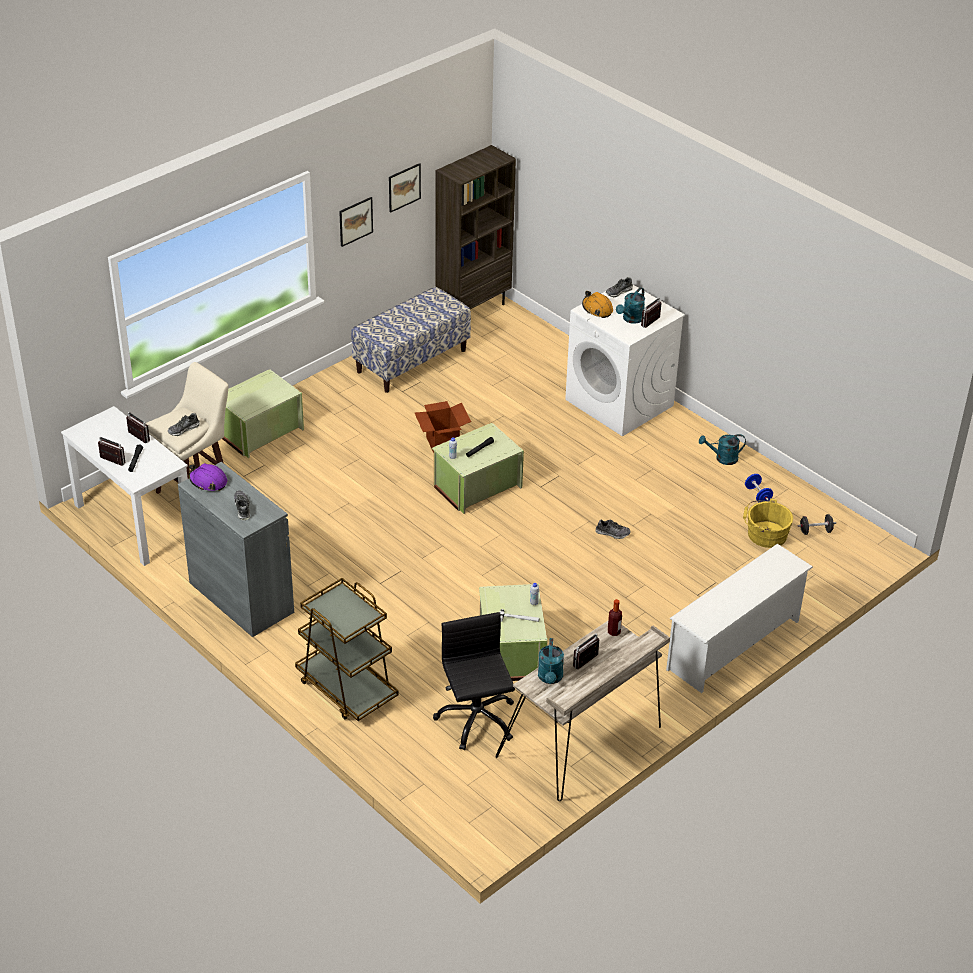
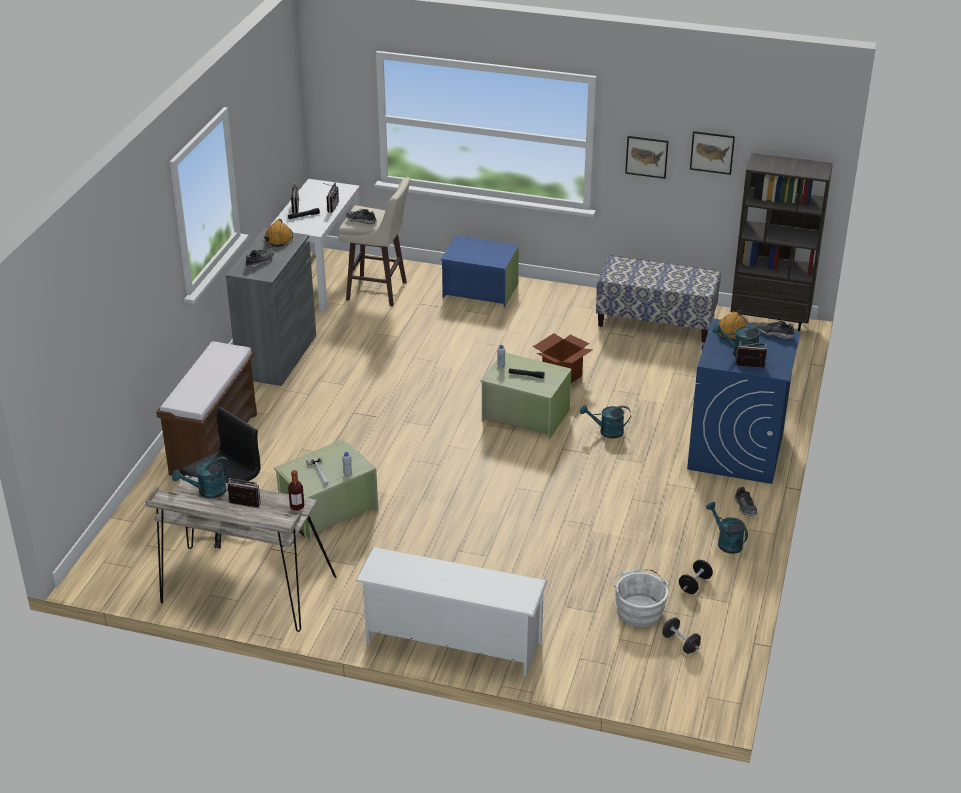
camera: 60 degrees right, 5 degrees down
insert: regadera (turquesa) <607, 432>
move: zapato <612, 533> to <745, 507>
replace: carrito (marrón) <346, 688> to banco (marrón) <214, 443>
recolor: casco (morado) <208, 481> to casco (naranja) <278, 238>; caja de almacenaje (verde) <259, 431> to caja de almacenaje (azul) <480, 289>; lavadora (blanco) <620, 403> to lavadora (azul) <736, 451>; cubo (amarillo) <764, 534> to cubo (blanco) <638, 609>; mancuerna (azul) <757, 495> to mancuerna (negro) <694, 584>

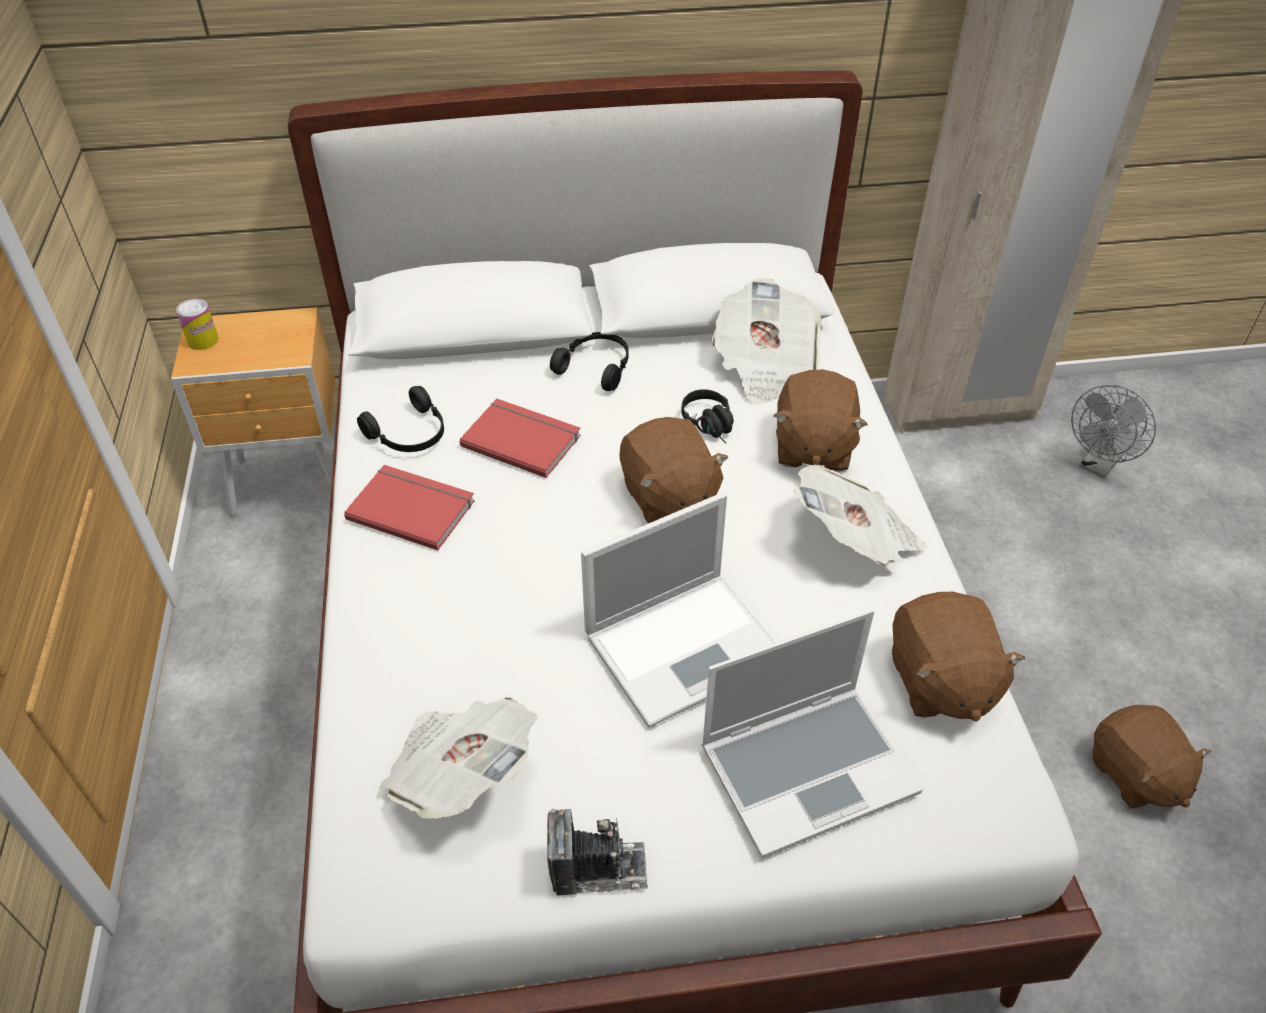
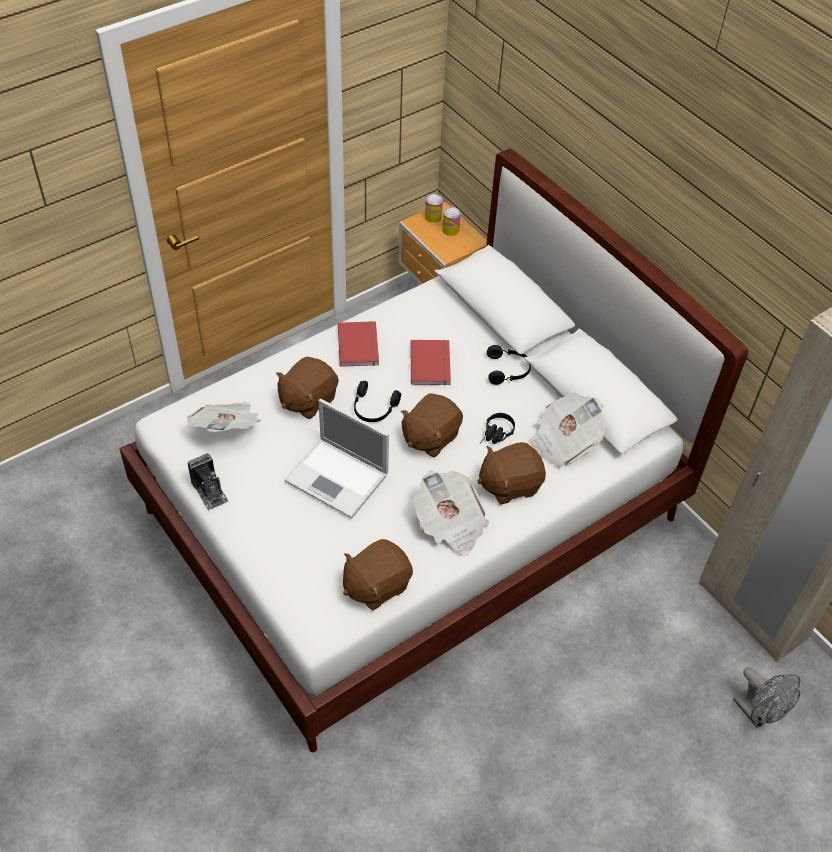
camera: 60 degrees right, 5 degrees up
delete: portátil <809, 767>
insert: lata <450, 230>
move: auriculares (negro) <410, 434> to <373, 409>; peluche (marrón) <1135, 774> to <307, 400>
rotate: ventilador (gris) <1098, 466> = <757, 714> 135 degrees counterclockwise

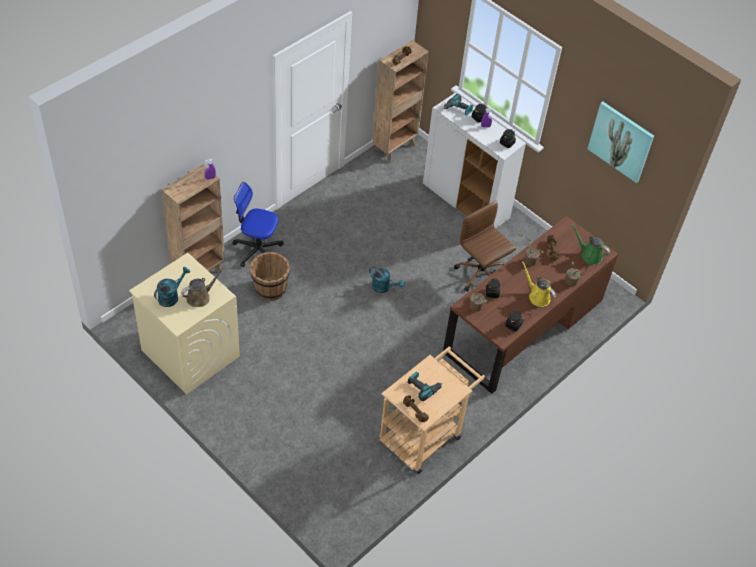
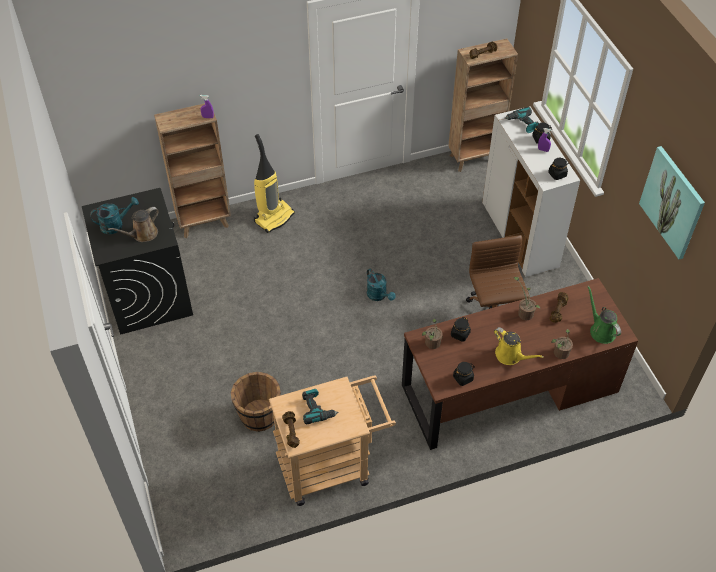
camera: 30 degrees right, 0 degrees up
move: cubo (marrón) <270, 288> to <259, 415>
replace: silla de oficina <257, 250> to aspiradora <274, 217>
recolor: lavadora (beis) <189, 353> to lavadora (negro) <148, 295>
rotate: regadera (marrón) <200, 297> = <142, 234> 150 degrees clockwise; regadera (amarillo) <537, 296> = <511, 356> 150 degrees clockwise

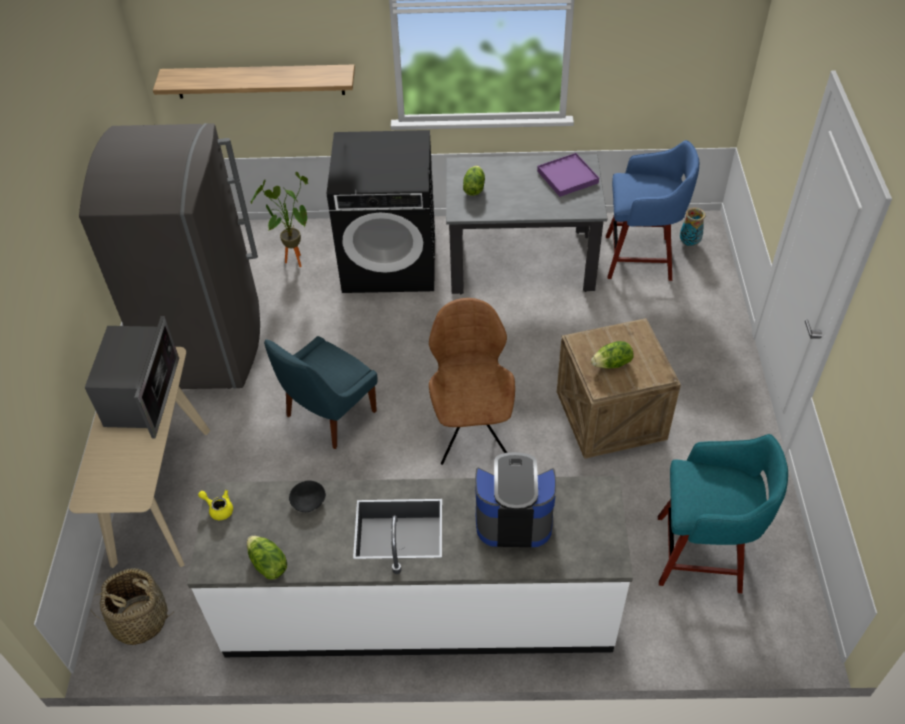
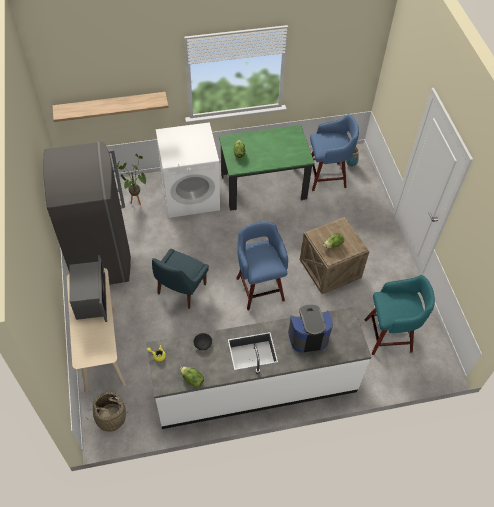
camera: 15 degrees left, 5 degrees up
delete: bandeja (morado) <567, 177>
replace: silla (marrón) <471, 431> to taburete (azul) <259, 287>
recolor: lavadora (negro) <390, 261> to lavadora (blanco) <191, 195>; mesa de comedor (gris) <521, 262> to mesa de comedor (verde) <263, 187>

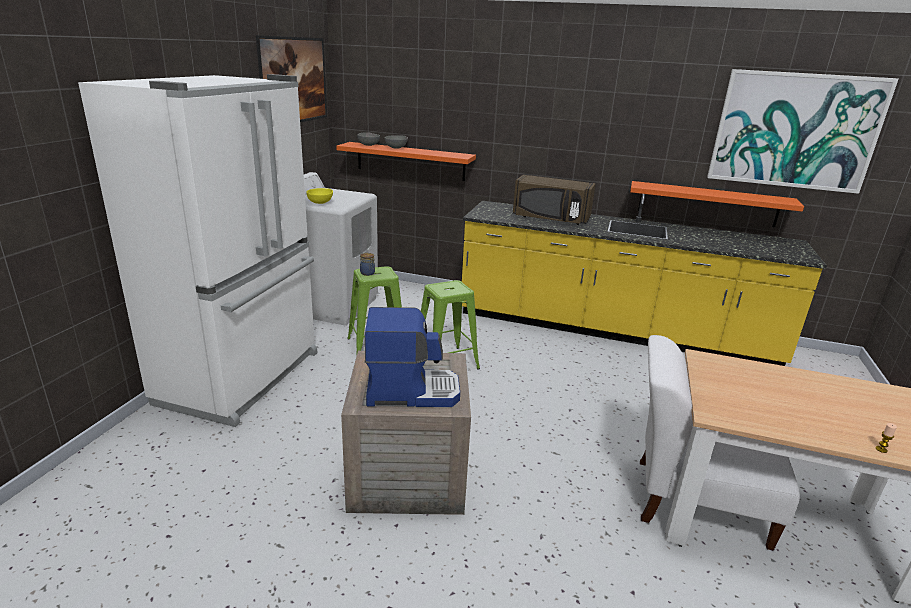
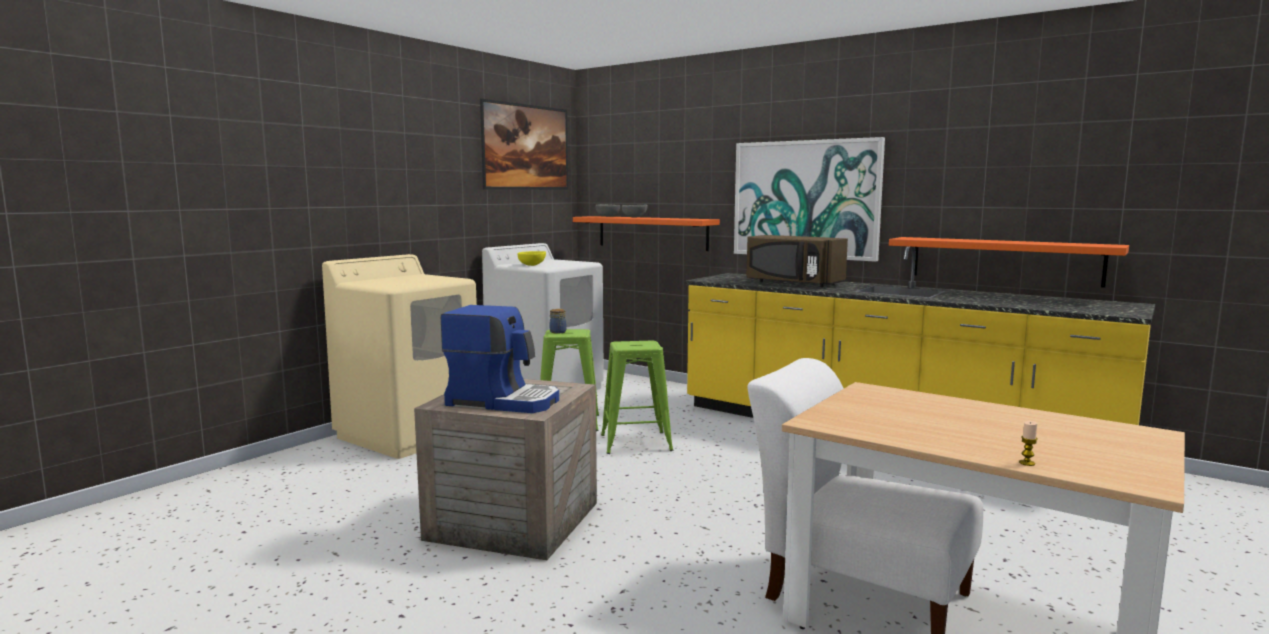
camera: 20 degrees right, 15 degrees down
move: cuadro <794, 131> to <805, 199>
replace: nevera (blanco) <243, 377> to lavadora (beis) <409, 434>

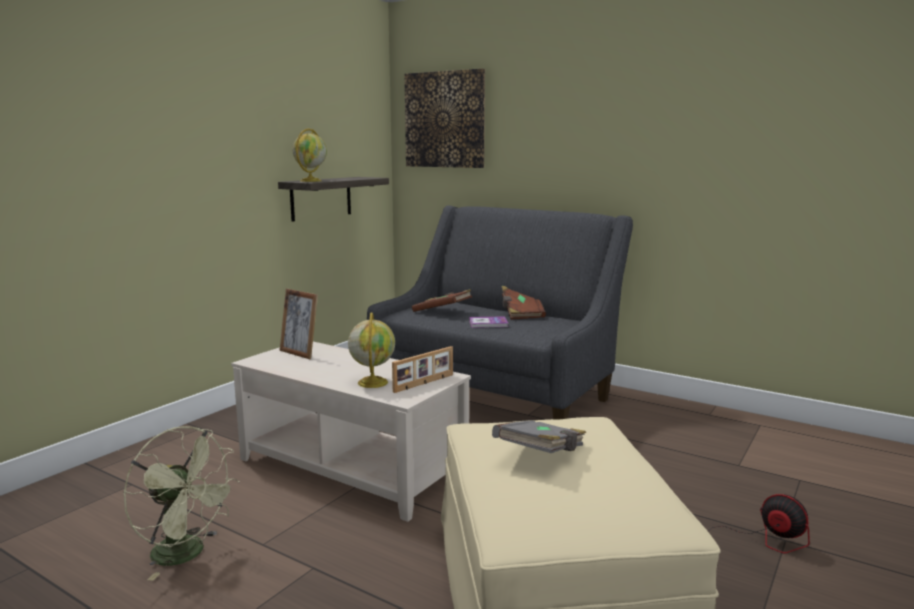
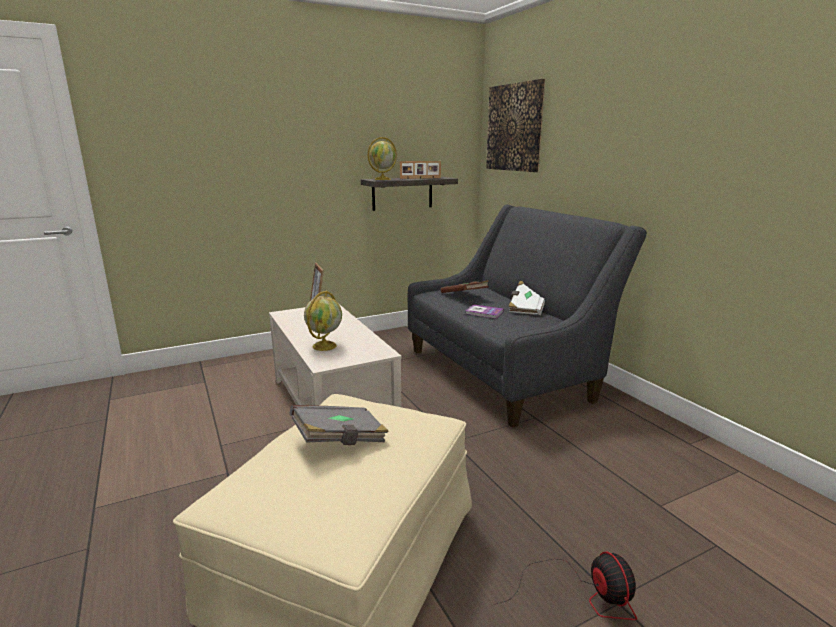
camera: 30 degrees right, 5 degrees up
delete: ventilador (verde) <187, 554>
move: portarretratos <424, 383> to <420, 178>
recolor: libro (marrón) <521, 313> to libro (blanco) <527, 307>

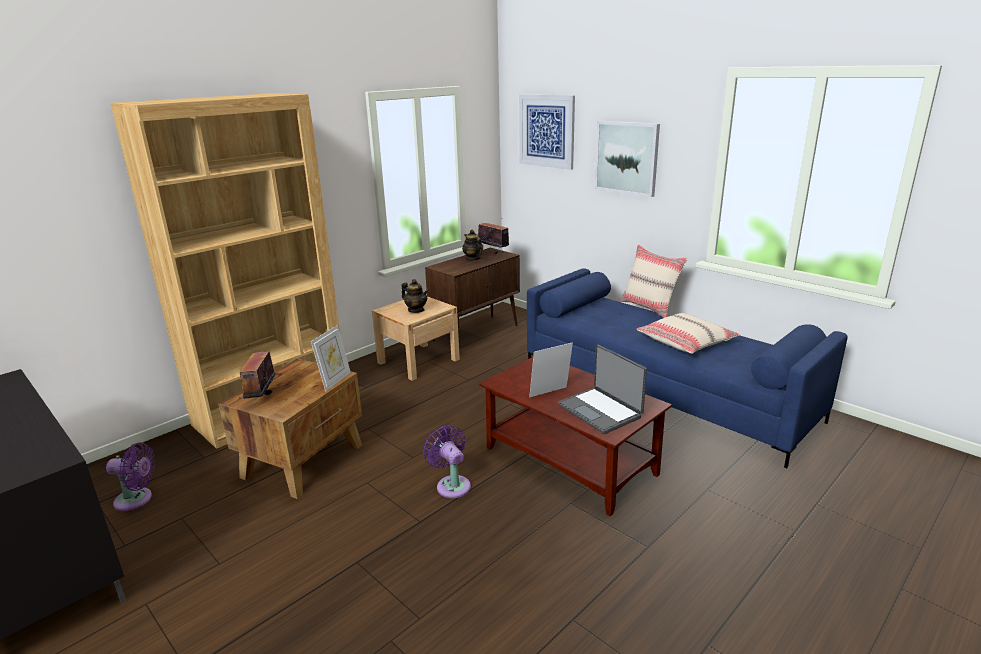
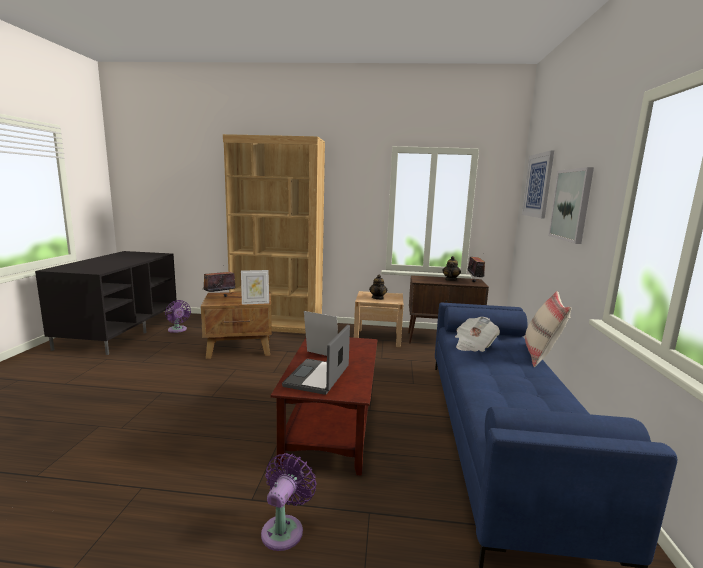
camera: 50 degrees right, 10 degrees down
delete: cojín (beis) <686, 342>
insert: periódico <473, 345>
move: ventilador (morado) <451, 485> to <284, 529>

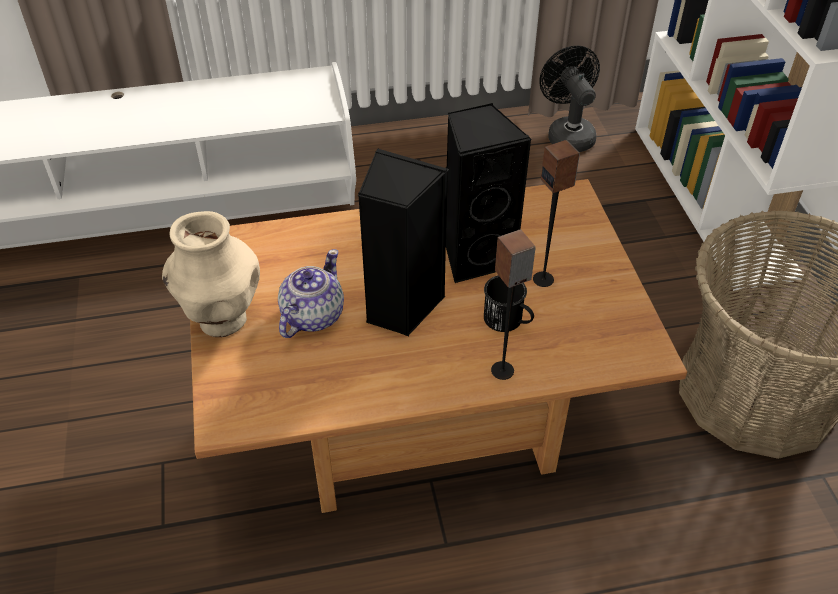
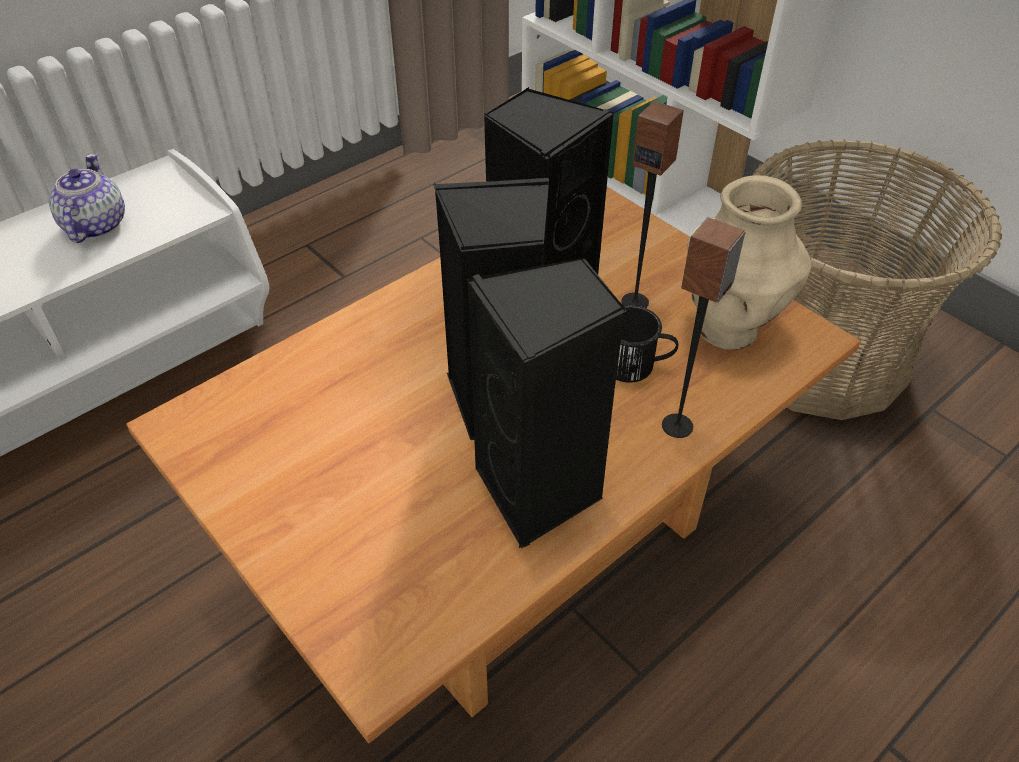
camera: 30 degrees left, 0 degrees up
delete: ventilador (negro) <567, 134>
insert: altavoz (negro) <541, 492>
move: florero (beis) <222, 321> to <727, 330>; tetera <311, 316> to <94, 226>

